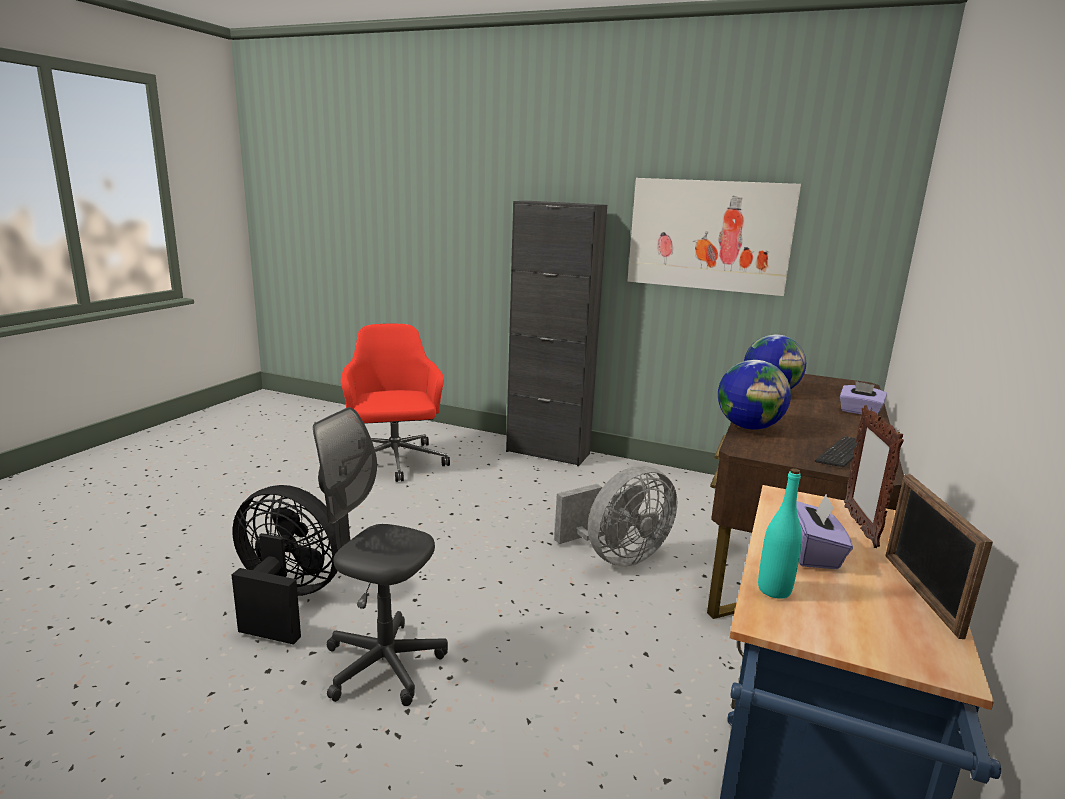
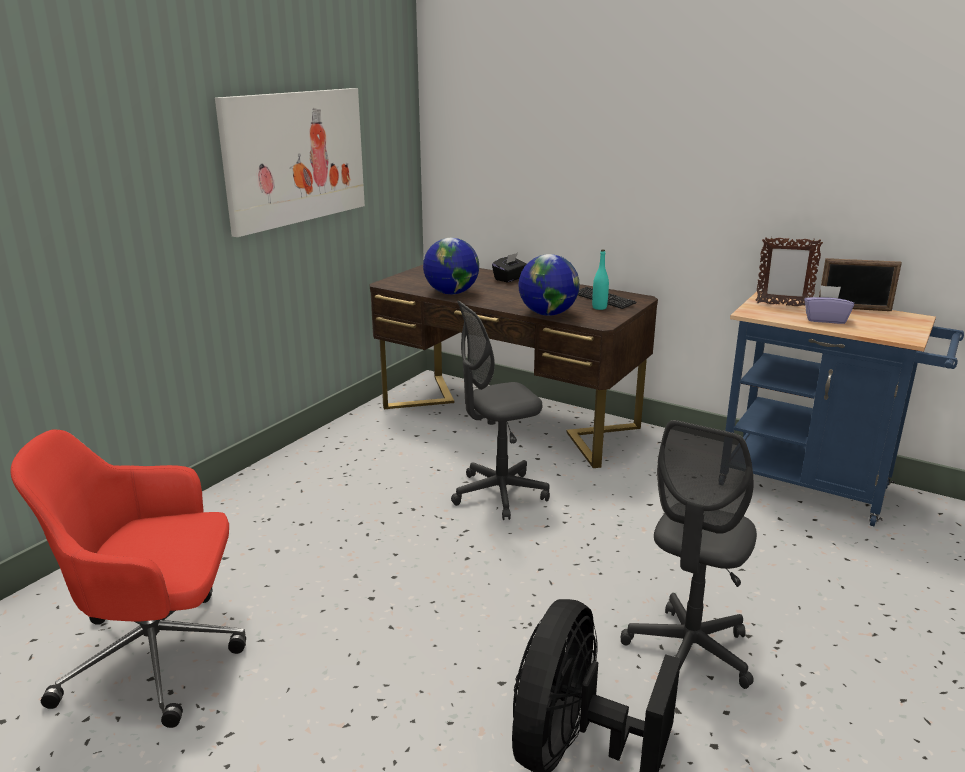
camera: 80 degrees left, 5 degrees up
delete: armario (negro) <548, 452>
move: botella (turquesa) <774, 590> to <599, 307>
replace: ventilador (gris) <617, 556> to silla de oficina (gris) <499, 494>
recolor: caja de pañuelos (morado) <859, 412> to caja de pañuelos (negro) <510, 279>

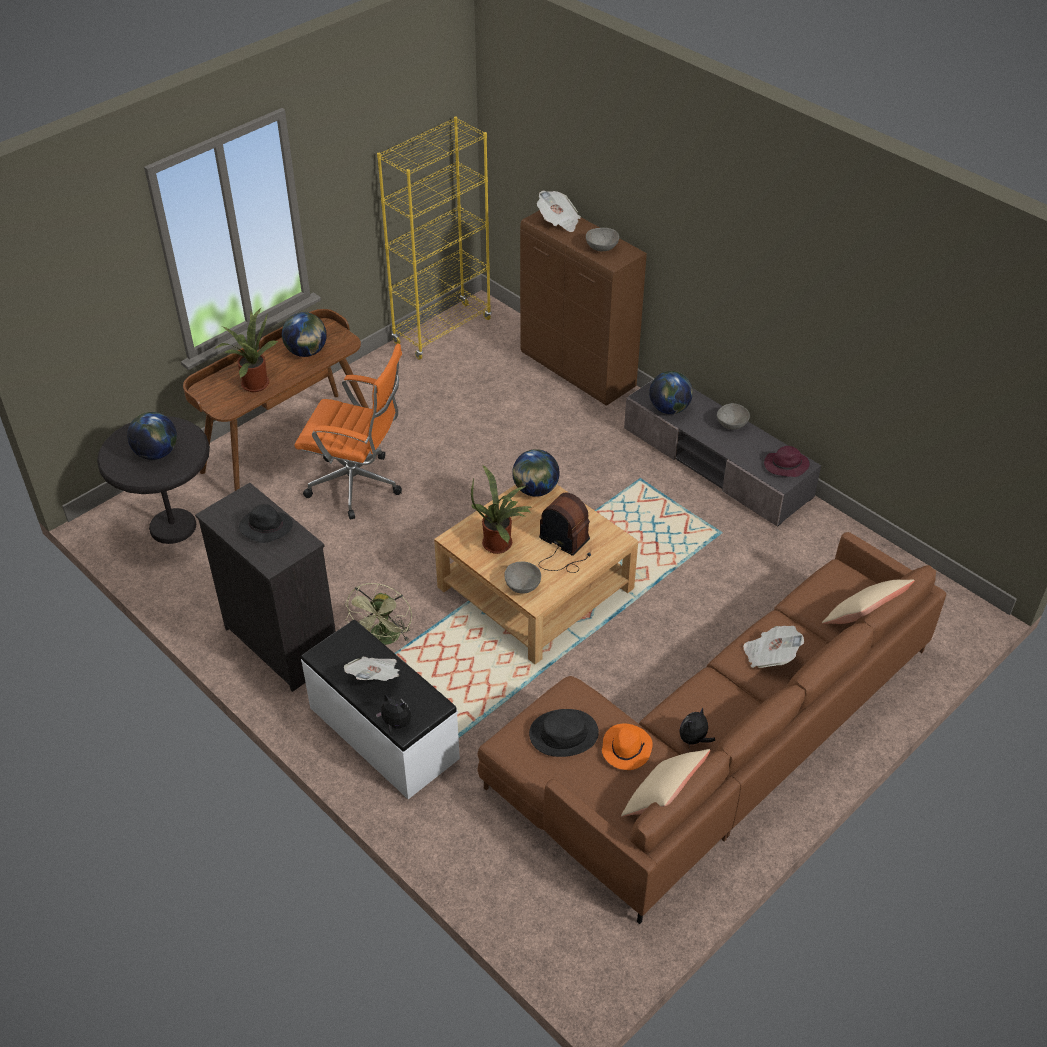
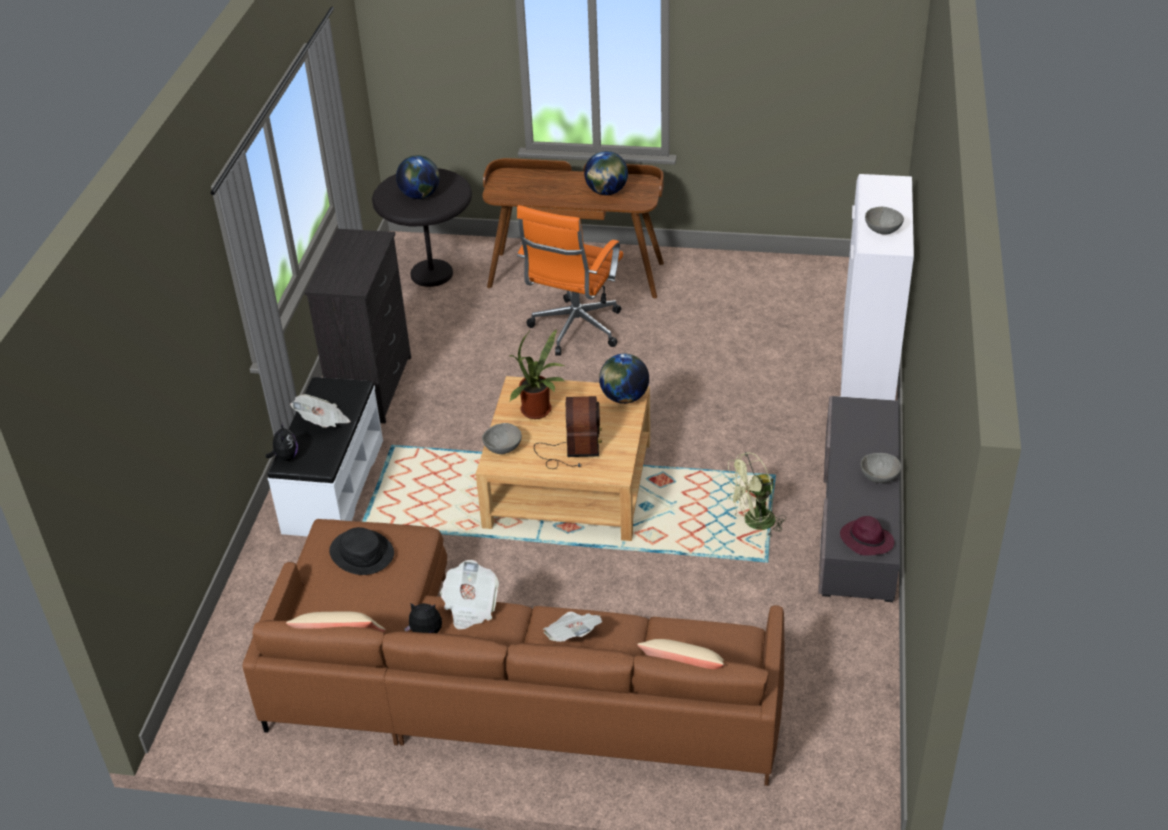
camera: 55 degrees right, 5 degrees down
delete: planta en maceta <253, 383>; sombrero (negro) <265, 528>; estantería (amarillo) <442, 331>; sombrero (naranja) <626, 748>; globo terráqueo <669, 408>
move: ventilador (verde) <384, 639> to <753, 523>; periódico <558, 221> to <470, 607>
recolor: armario (marrón) <578, 371> to armario (blanco) <867, 367>
rotate: silla de oficina (naranja) <359, 486> = <574, 331> 45 degrees clockwise

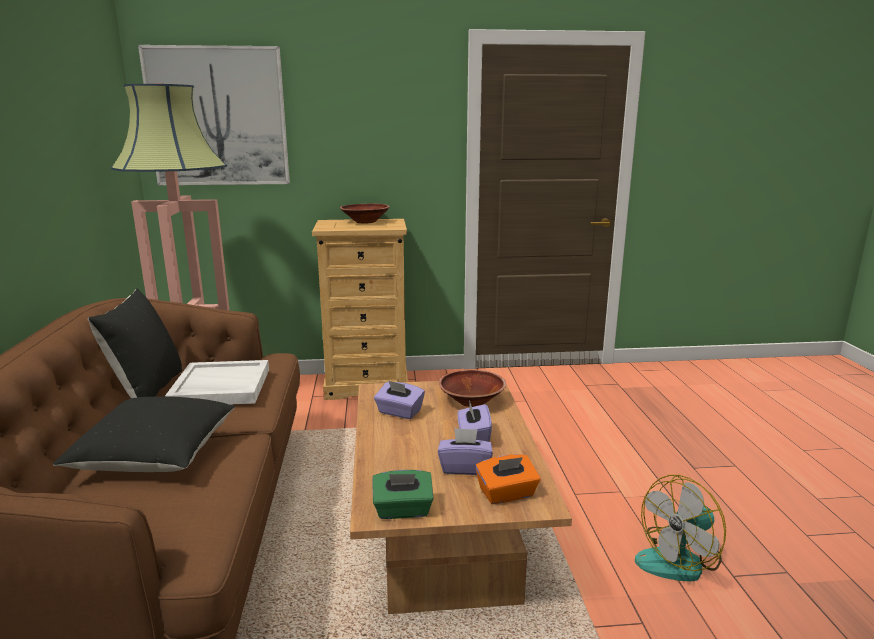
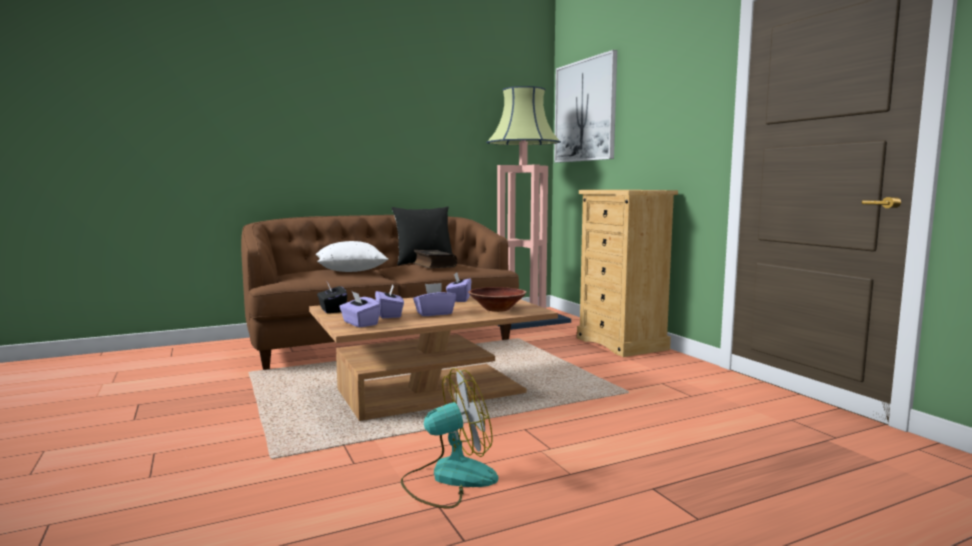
camera: 70 degrees right, 10 degrees down
delete: cuenco (marrón) <365, 222>
replace: bandeja (blanco) <220, 387> to libro <433, 265>
recolor: cojín (negro) <156, 457> to cojín (blanco) <351, 271>; caja de pañuelos (verde) <403, 510> to caja de pañuelos (negro) <332, 310>; caja de pañuelos (naranja) <507, 494> to caja de pañuelos (morado) <360, 323>
rotate: ventilador <679, 560> = <449, 478> 120 degrees clockwise

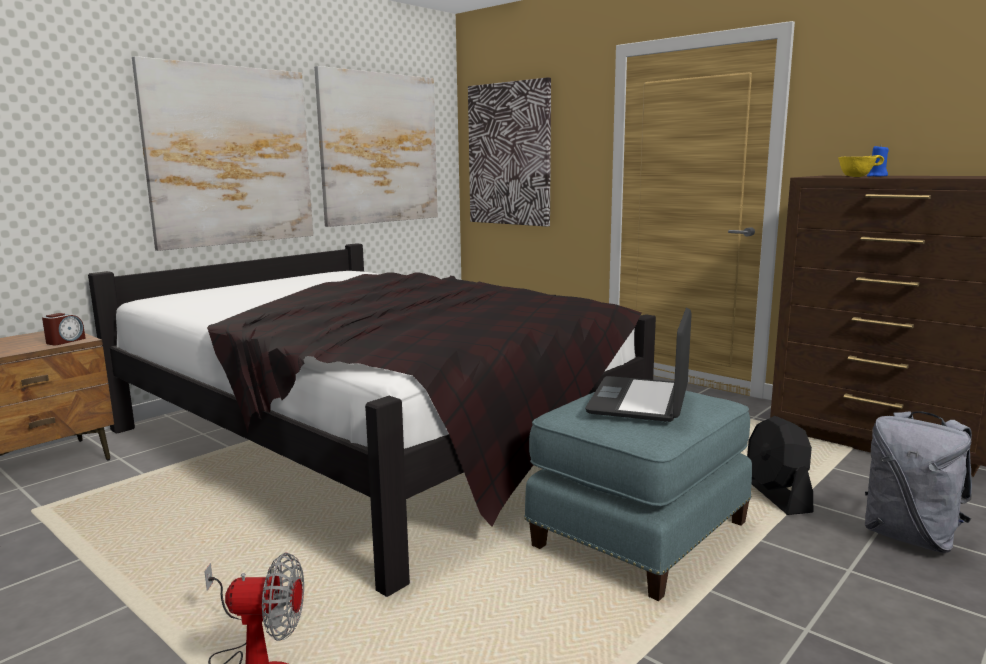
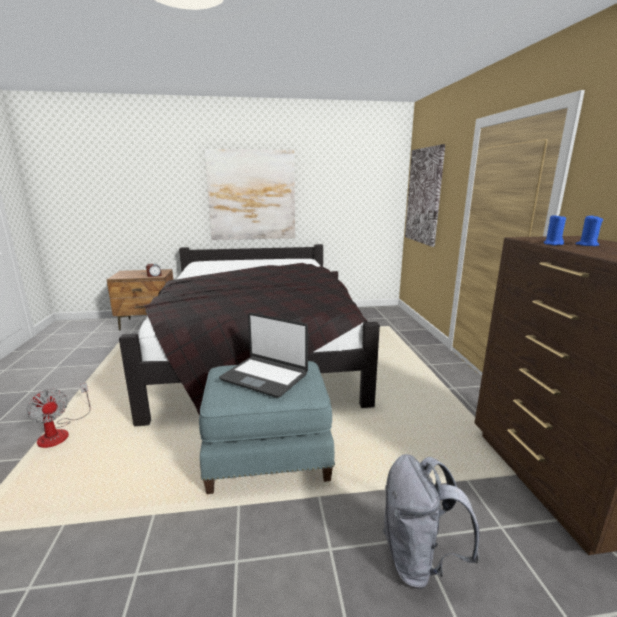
camera: 40 degrees right, 5 degrees up
delete: cuadro <380, 149>; ventilador (negro) <777, 496>
replace: cuenco (amarillo) <856, 177> to vela (azul) <553, 244>
rotate: portátil <640, 401> = <265, 376> 120 degrees counterclockwise

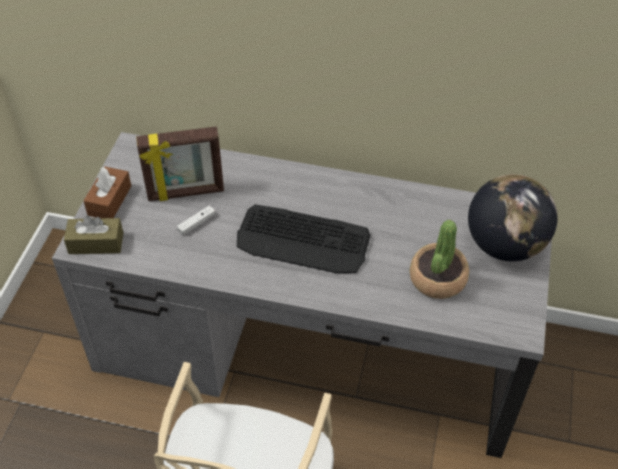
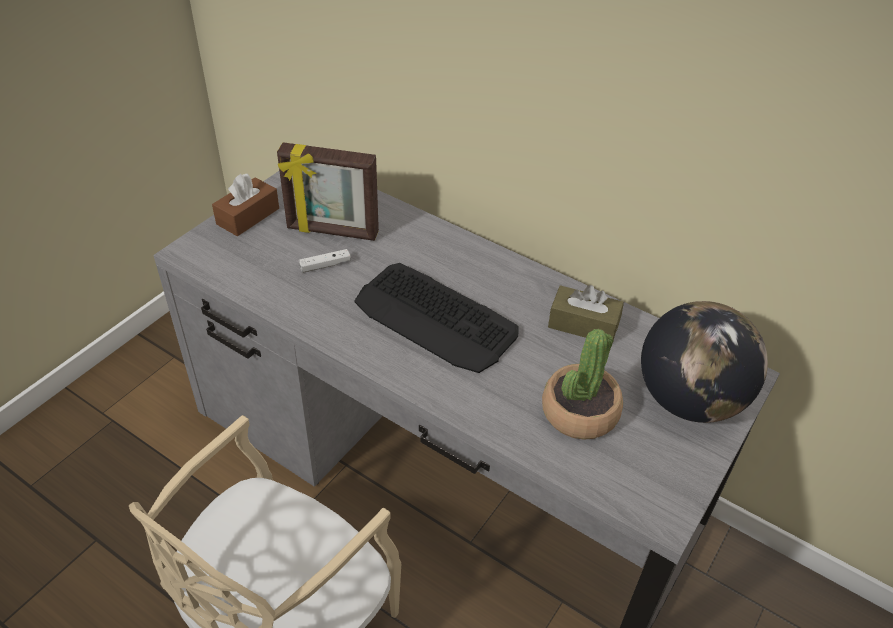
camera: 20 degrees right, 5 degrees down
move: caja de pañuelos (marrón) <96, 243> to <583, 324>

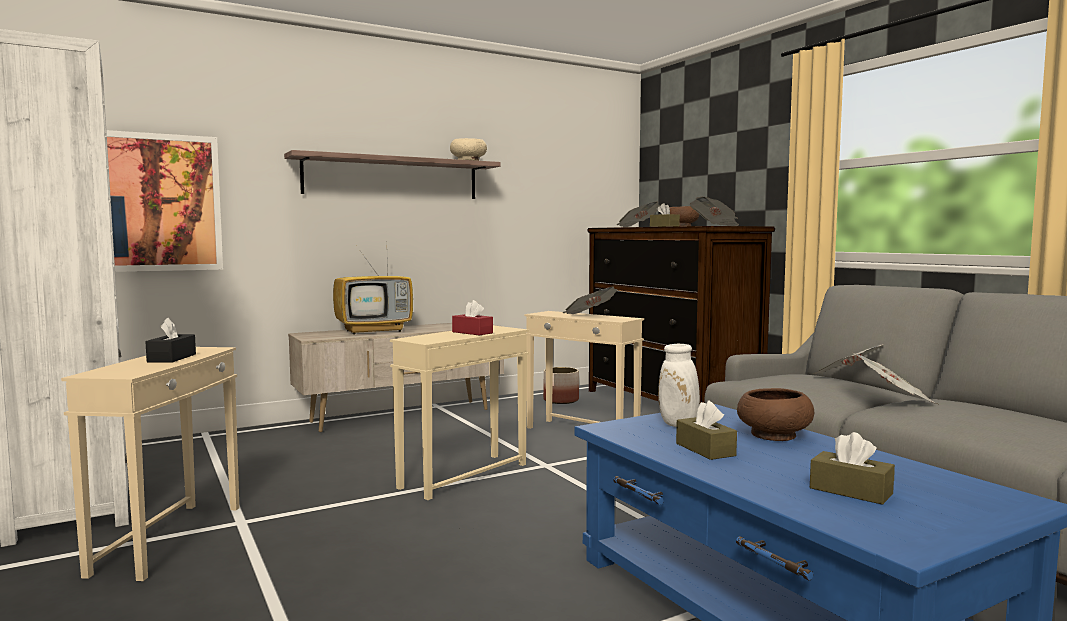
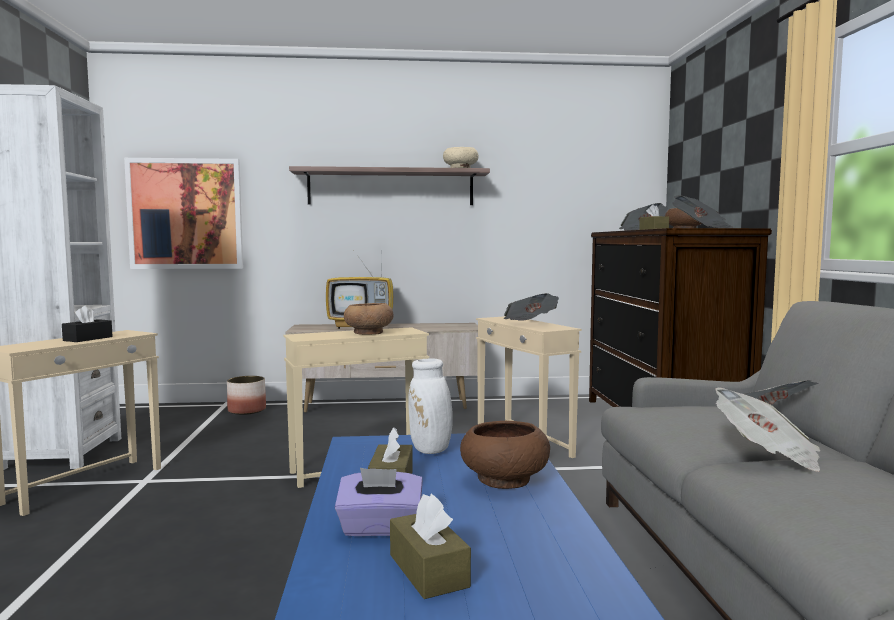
camera: 25 degrees right, 0 degrees up
insert: caja de pañuelos (morado) <380, 528>
move: maceta <561, 400> to <247, 410>
replace: caja de pañuelos (rojo) <472, 332> to cuenco (marrón) <368, 333>

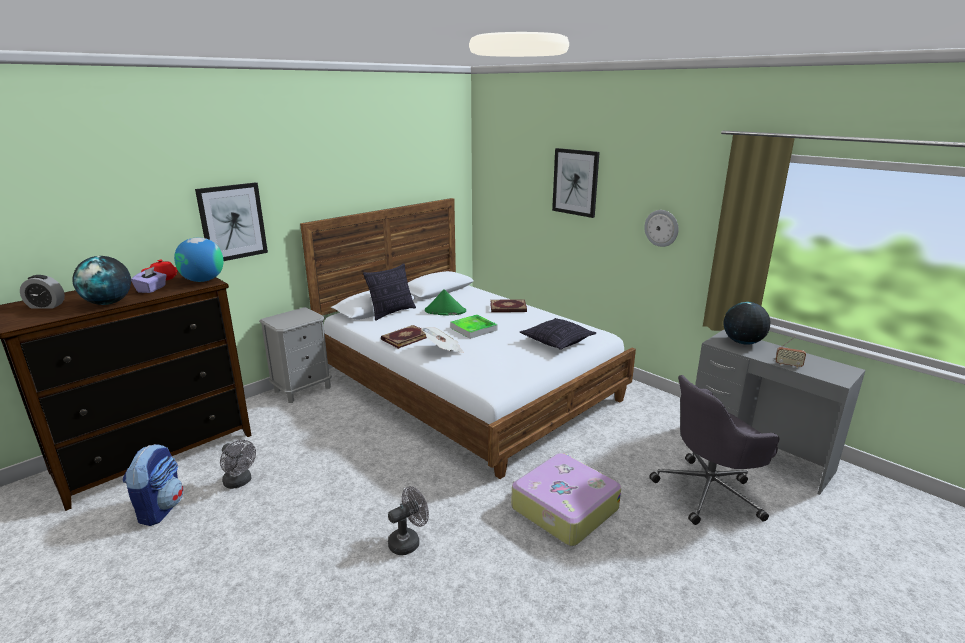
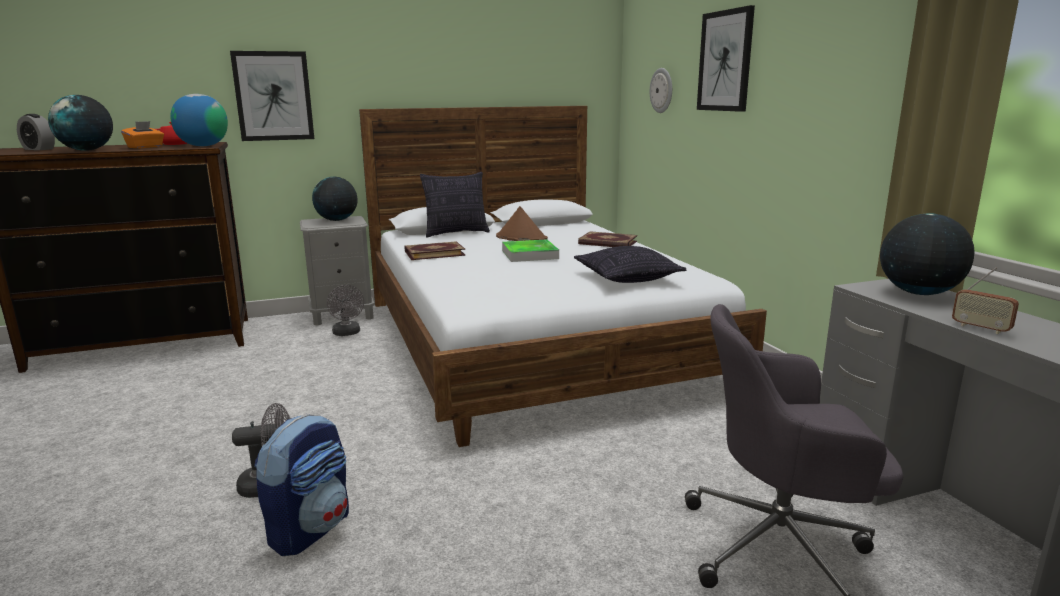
camera: 25 degrees right, 5 degrees down
delete: periódico <443, 350>; maleta <563, 508>
insert: globo terráqueo <337, 220>
move: mochila <160, 508> to <310, 529>; ventilador (gris) <240, 482> to <347, 333>; reloj de pared <661, 228> to <662, 90>
recolor: caja de pañuelos (morado) <152, 289> to caja de pañuelos (naranja) <145, 147>; sombrero (verde) <445, 311> to sombrero (marrón) <521, 238>

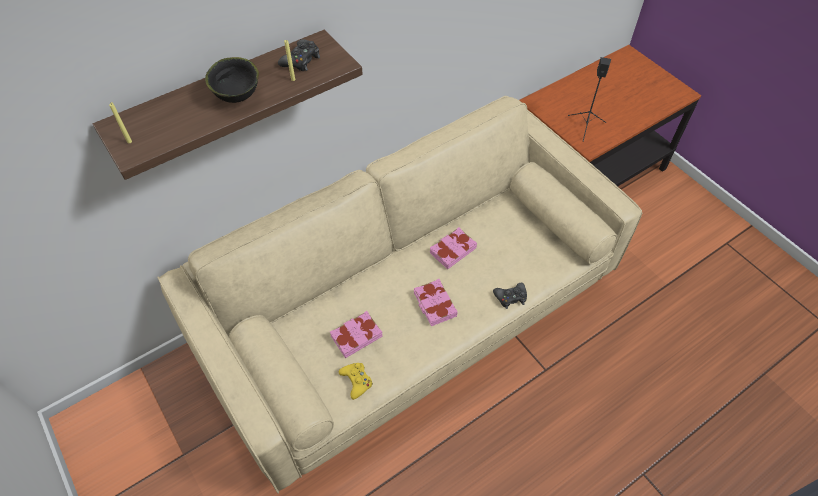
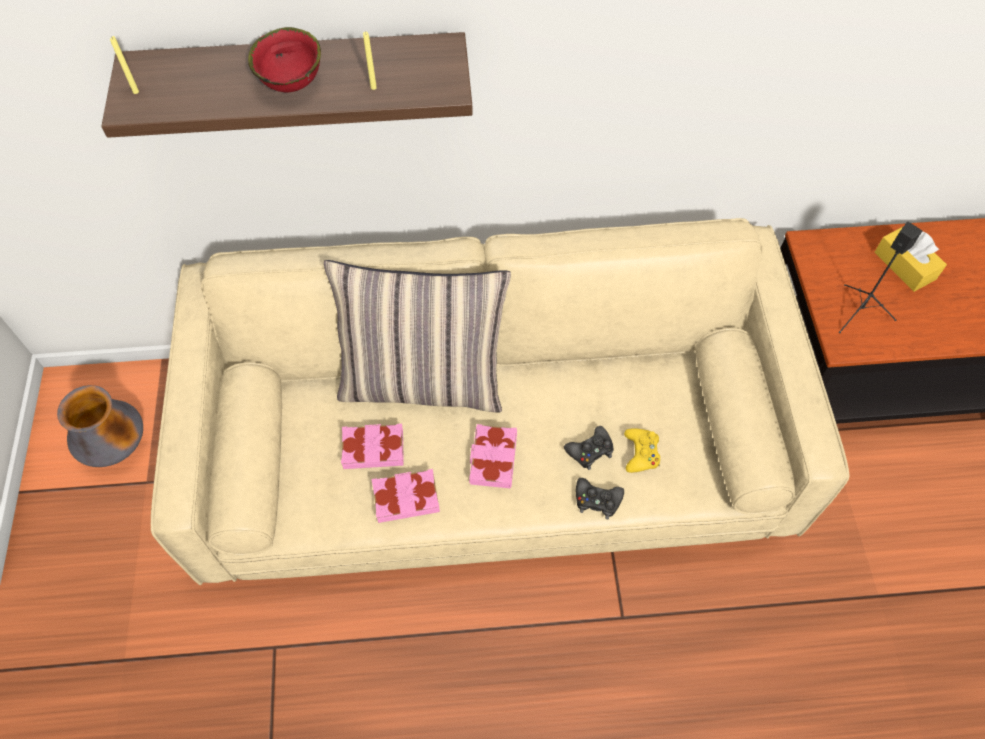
camera: 30 degrees right, 5 degrees up
insert: florero <118, 448>; cojín <424, 381>; caja de pañuelos (amarillo) <904, 266>
move: mando de consola (negro) <301, 60> to <590, 451>; mando de consola (amarillo) <356, 381> to <641, 453>; libro (rosa) <452, 250> to <406, 497>
recolor: cuenco (negro) <239, 97> to cuenco (rojo) <293, 84>

